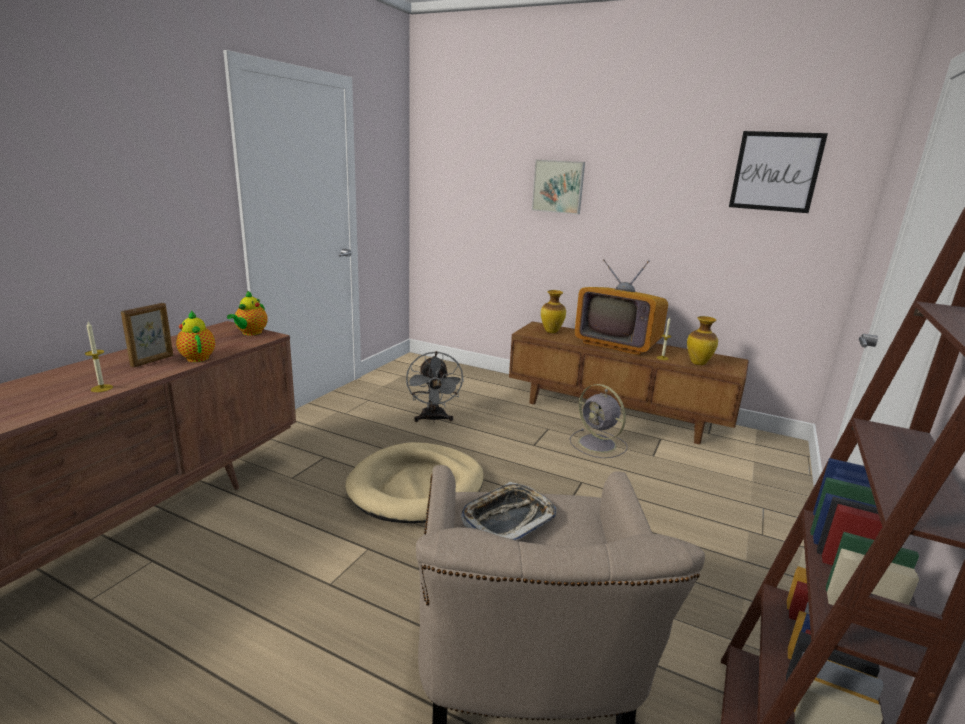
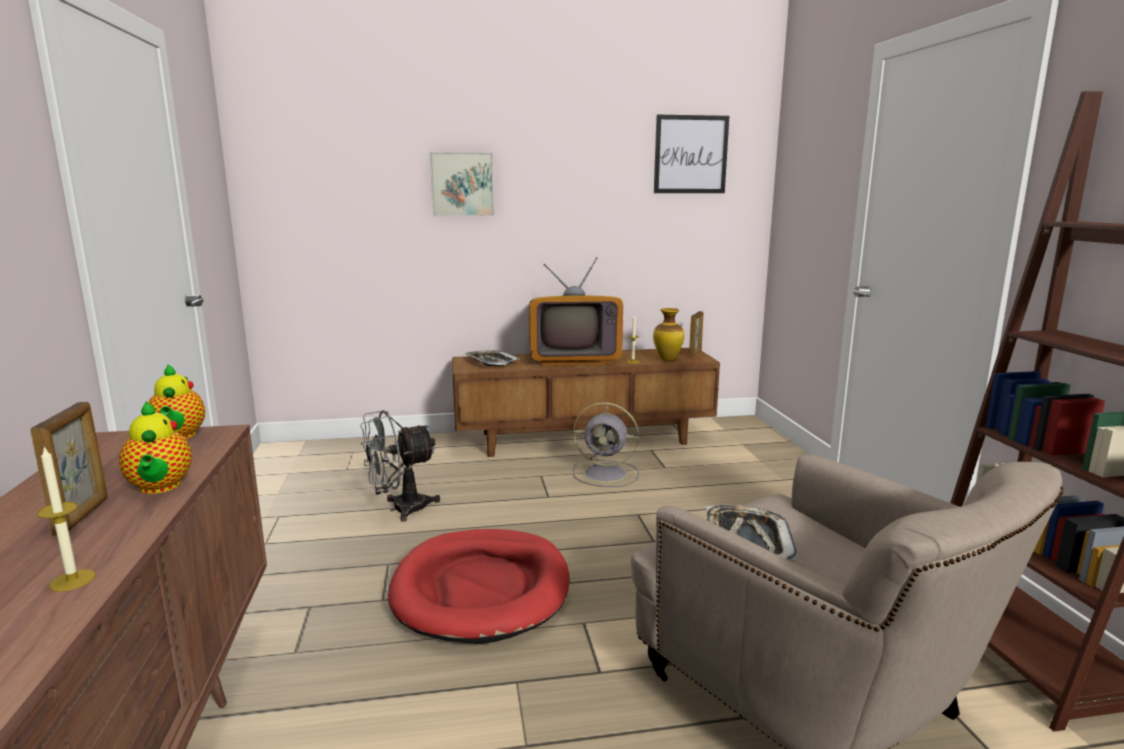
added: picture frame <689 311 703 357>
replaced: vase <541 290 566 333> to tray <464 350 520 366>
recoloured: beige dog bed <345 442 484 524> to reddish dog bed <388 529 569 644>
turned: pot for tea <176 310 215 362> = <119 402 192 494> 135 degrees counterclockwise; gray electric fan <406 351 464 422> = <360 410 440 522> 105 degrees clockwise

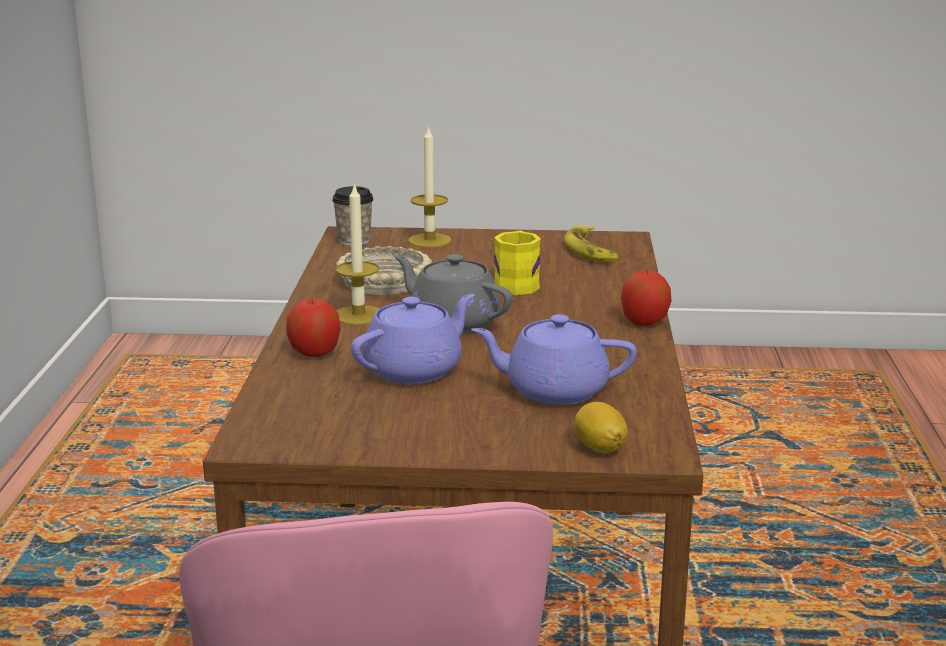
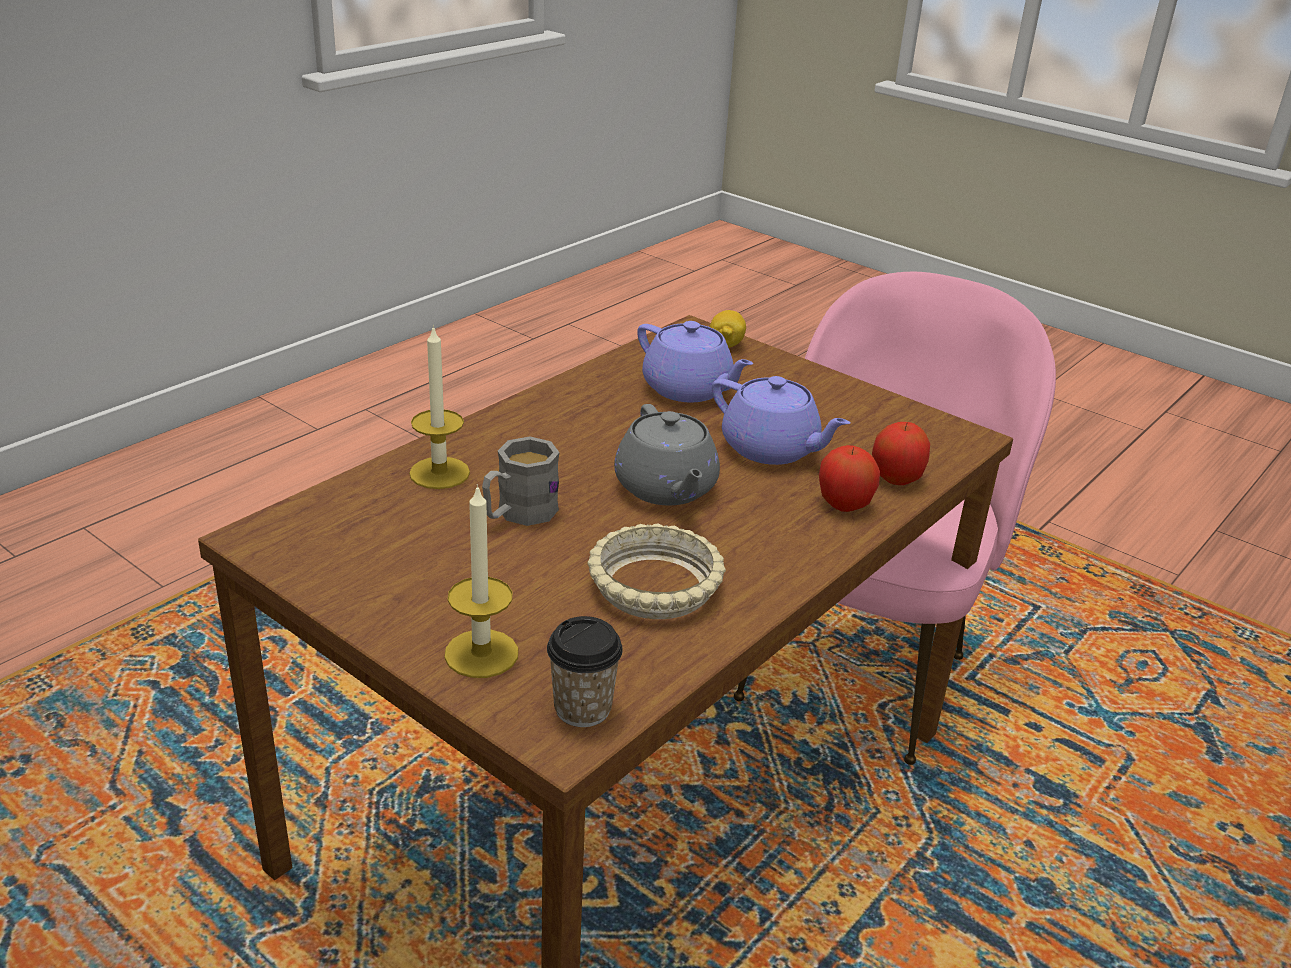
removed: banana fruit <564 226 618 262>
moved: candle <335 183 379 325> to <409 325 470 489>; apple <621 270 671 326> to <872 422 930 485>
recoloured: yellowish mug <494 230 541 295> to gray mug <482 437 560 526>
turned: purple-coloured pot for tea <351 294 475 384> = <712 376 851 465> 135 degrees counterclockwise

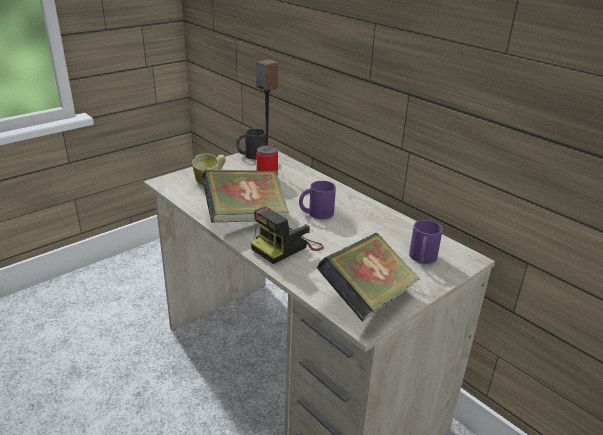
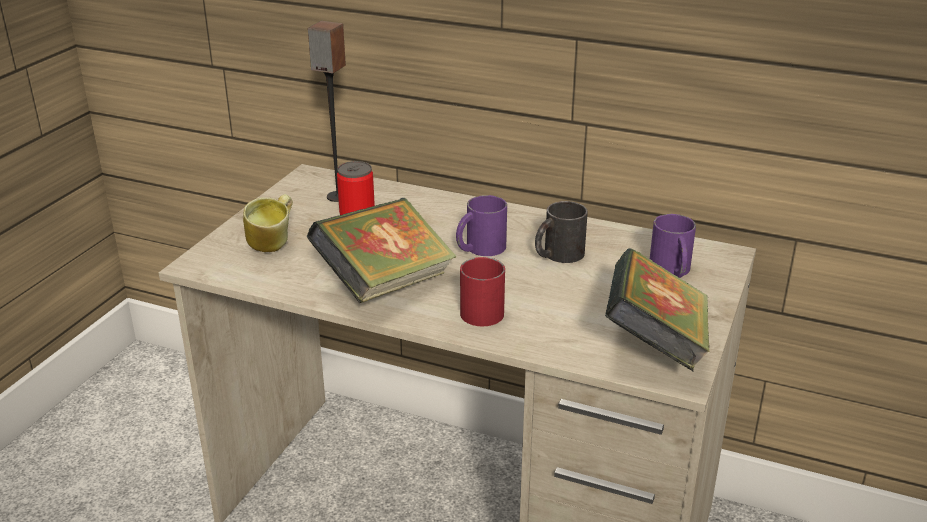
moved: black-coloured mug <236 128 266 160> to <535 201 588 263>
replaced: still camera <251 207 324 264> to reddish mug <460 257 505 326>

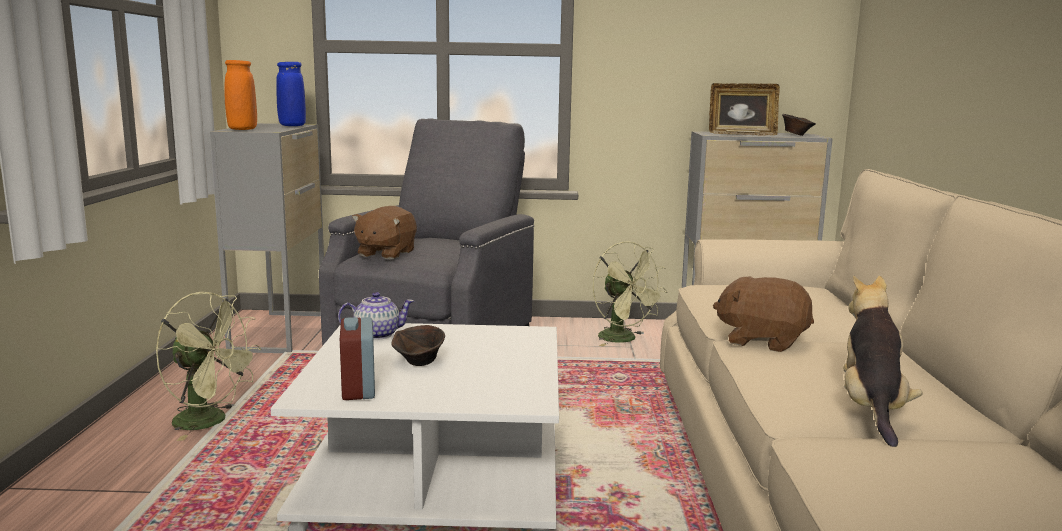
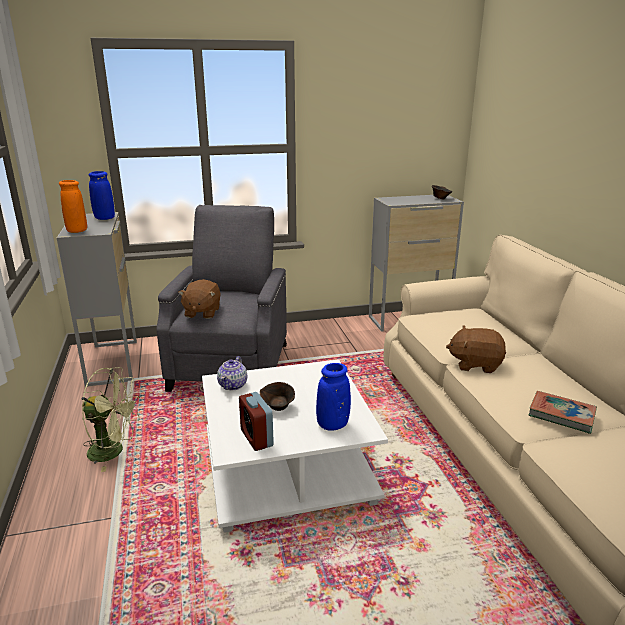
removed: green electric fan <593 241 667 346>; picture frame <709 83 780 136>
added: blue vase <316 363 351 431>
replaced: plush toy <843 275 923 447> to volume <529 391 597 434>
turned: pot for tea <338 292 414 340> = <217 356 247 390> 135 degrees clockwise

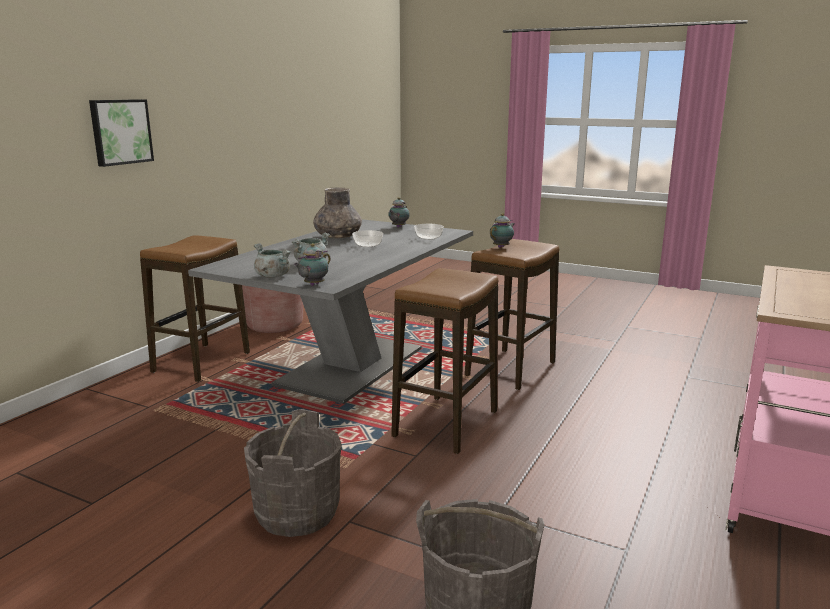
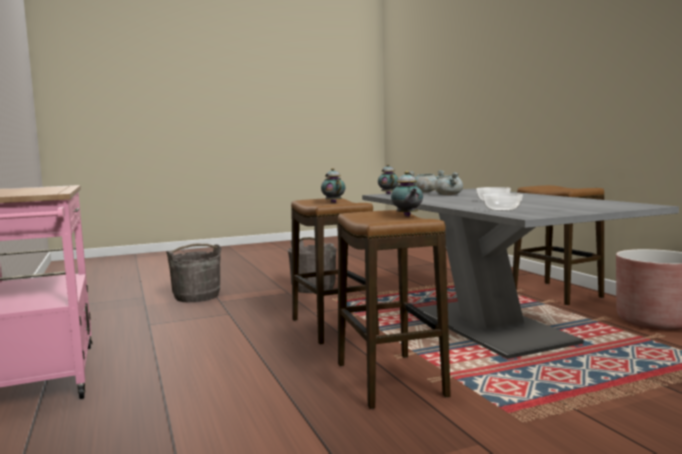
removed: wall picture <89 99 154 167>; gray vase <313 188 362 238>
moved: pot for tea <388 197 410 228> to <321 168 346 203>

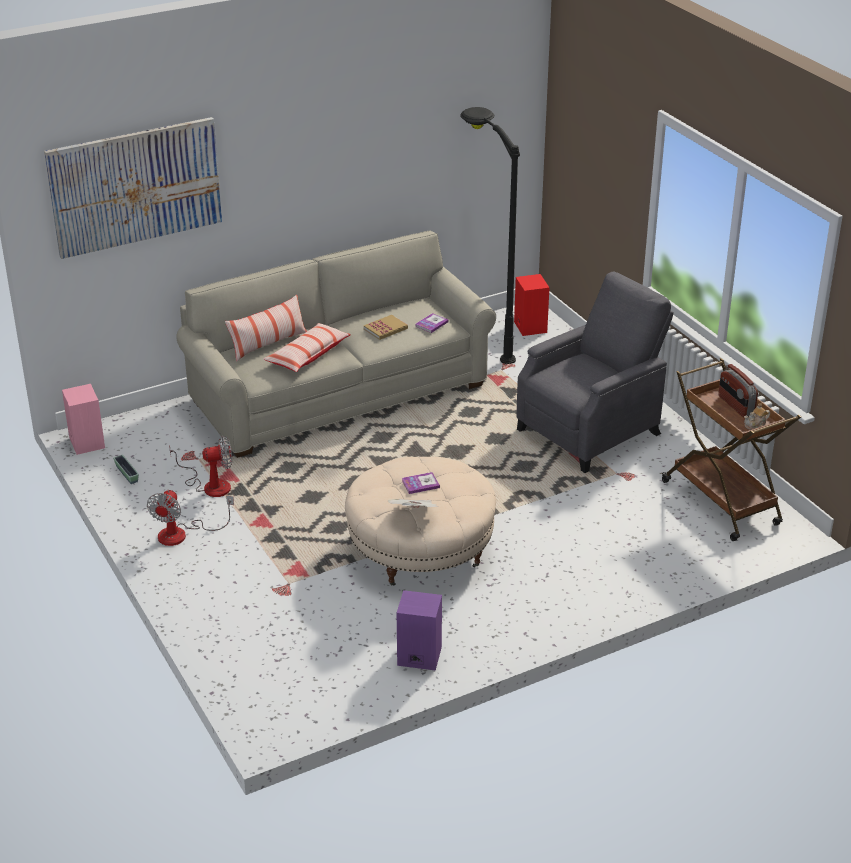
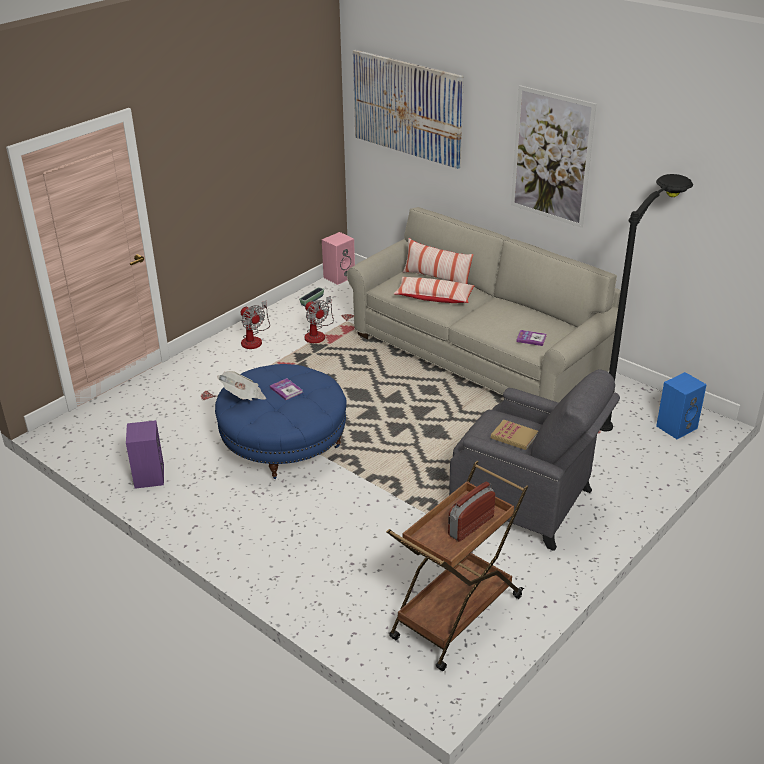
removed: pot for tea <744 403 770 430>
added: wall picture <511 85 597 228>
moved: volume <364 315 408 340> to <491 419 538 450>
recoloured: beige pouffe <345 457 496 586> to blue pouffe <215 364 347 479>; reddish loudspeaker <514 274 549 336> to blue loudspeaker <656 372 707 439>
turned: electric fan <147 489 234 546> = <241 301 270 349> 120 degrees counterclockwise

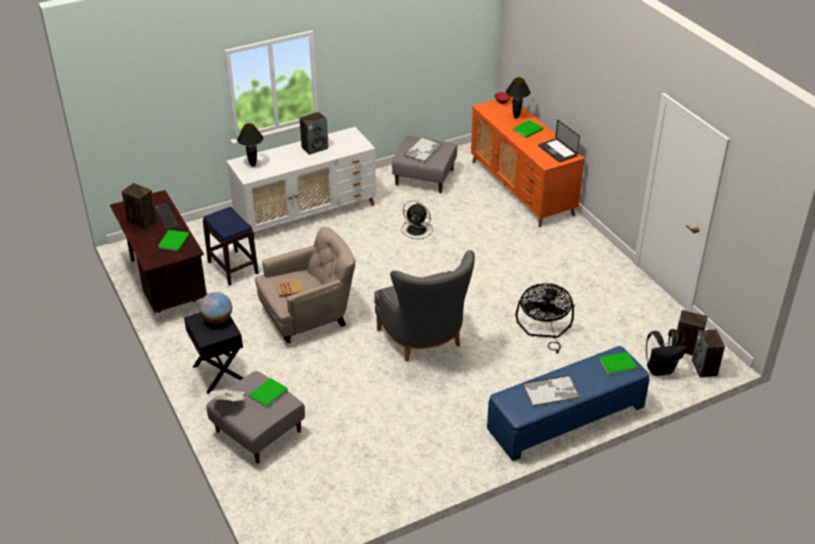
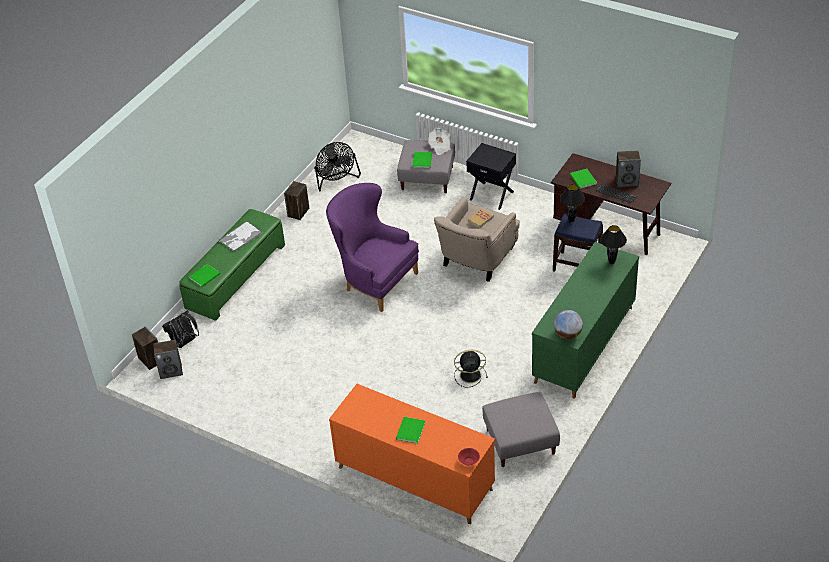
removed: tray <403 137 443 162>; notebook computer <538 120 580 162>
moved: world globe <200 292 232 324> to <554 310 583 339>; loudspeaker <299 112 328 155> to <284 181 309 220>; black-coloured tabletop lamp <506 77 531 118> to <560 184 585 222>; black-coloured electric fan <516 283 574 353> to <314 142 361 192>
recoloured: white-coloured chest of drawers <226 127 376 235> to green chest of drawers <532 242 639 399>; gray easy chair <374 250 475 362> to purple-coloured easy chair <326 183 419 312>; blue indoor bench <487 346 649 461> to green indoor bench <179 209 285 321>

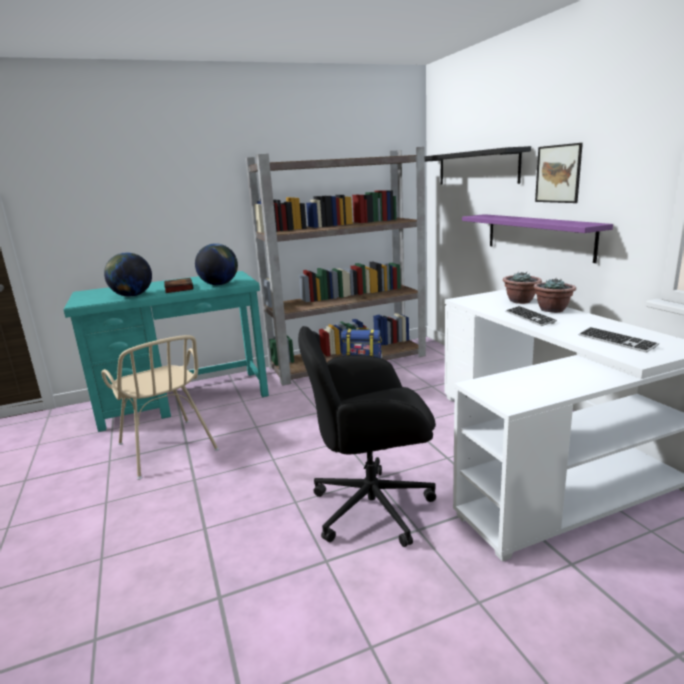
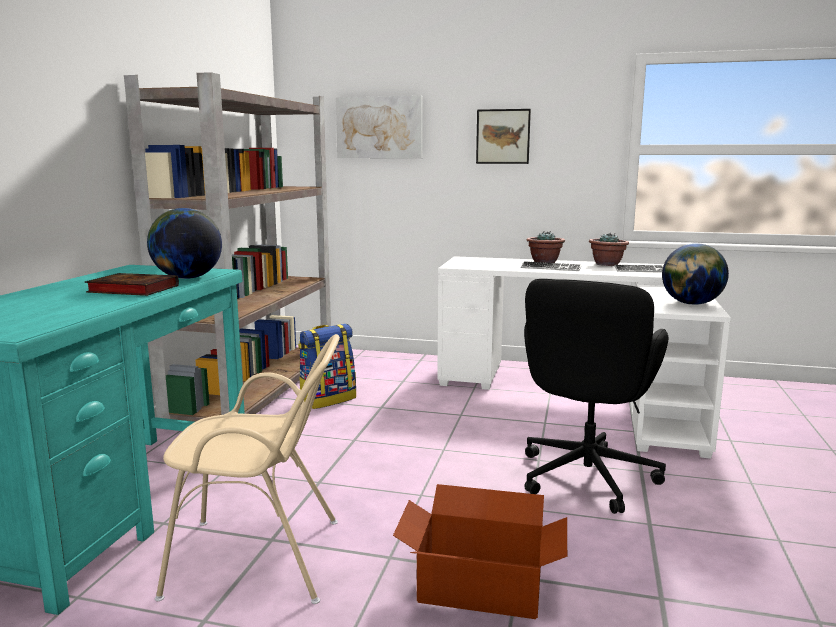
removed: purple-coloured shelf <462 214 613 263>
added: cardboard box <393 484 567 619>
moved: world globe <104 252 152 297> to <662 243 729 305>; potted plant <503 272 542 304> to <589 233 629 266>
replaced: black-coloured shelf <424 146 531 185> to wall picture <336 96 423 158>

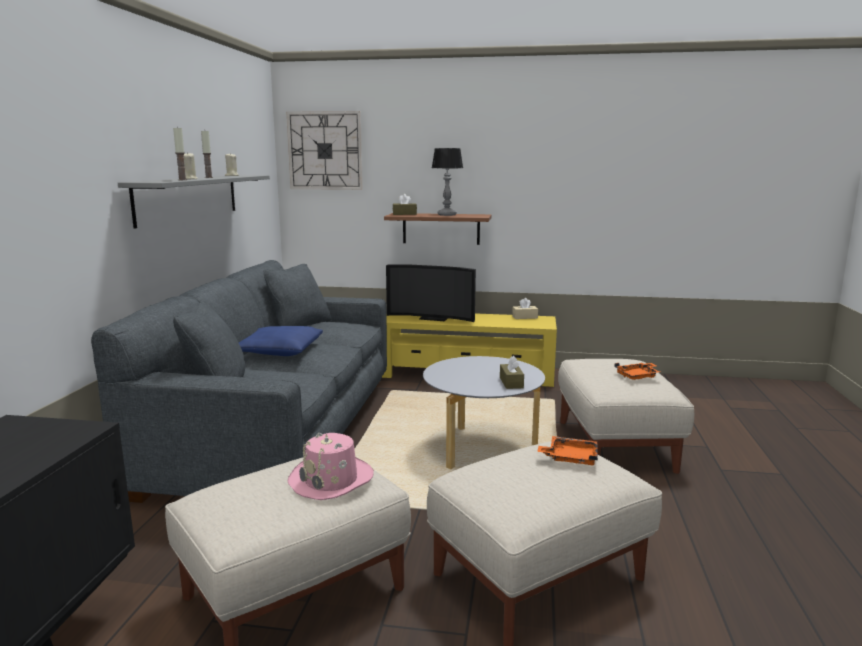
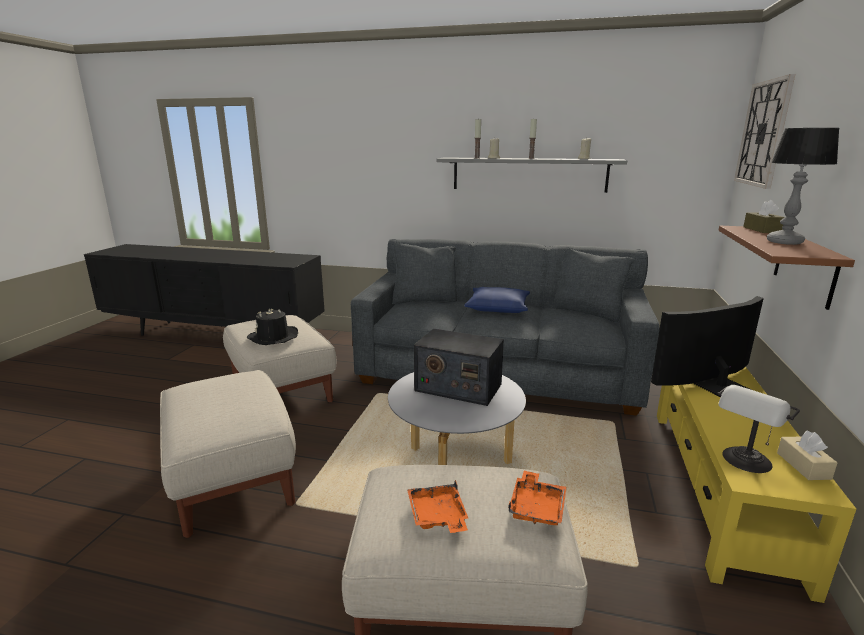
removed: brownish box of tissues <500 356 524 389>
added: radio <414 329 504 406>; tabletop lamp <717 385 800 473>
moved: orangey tray <537 436 598 465> to <508 471 566 525>
recoloured: pink-coloured hat <288 433 374 500> to black-coloured hat <247 309 298 345>
turned: television <386 264 476 322> = <651 296 764 397> 45 degrees clockwise

